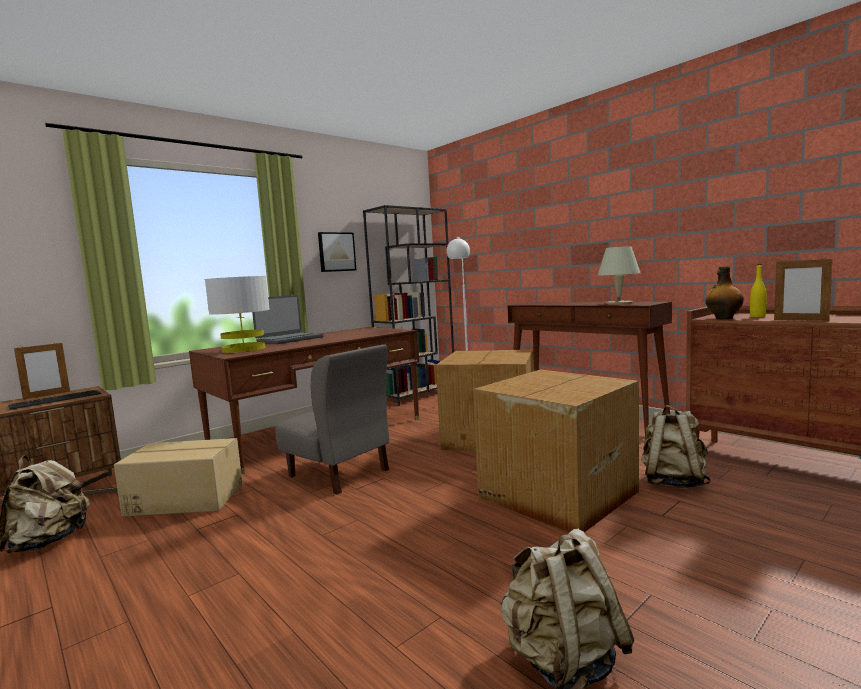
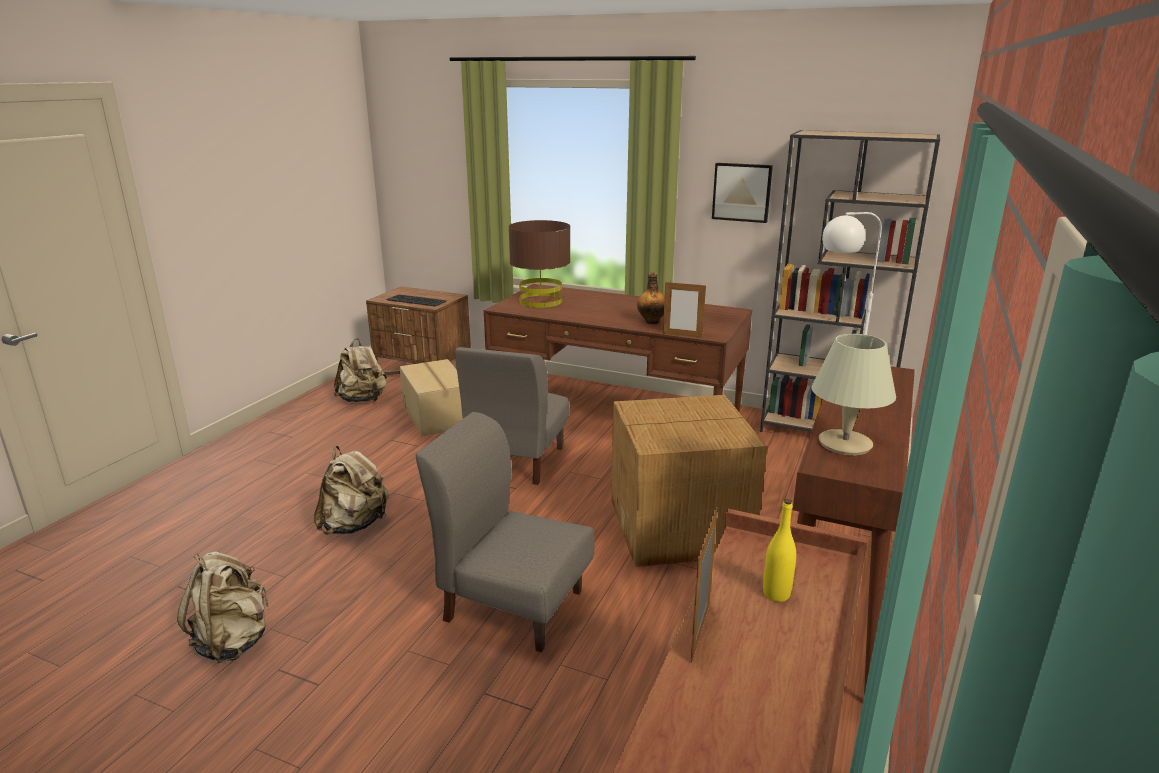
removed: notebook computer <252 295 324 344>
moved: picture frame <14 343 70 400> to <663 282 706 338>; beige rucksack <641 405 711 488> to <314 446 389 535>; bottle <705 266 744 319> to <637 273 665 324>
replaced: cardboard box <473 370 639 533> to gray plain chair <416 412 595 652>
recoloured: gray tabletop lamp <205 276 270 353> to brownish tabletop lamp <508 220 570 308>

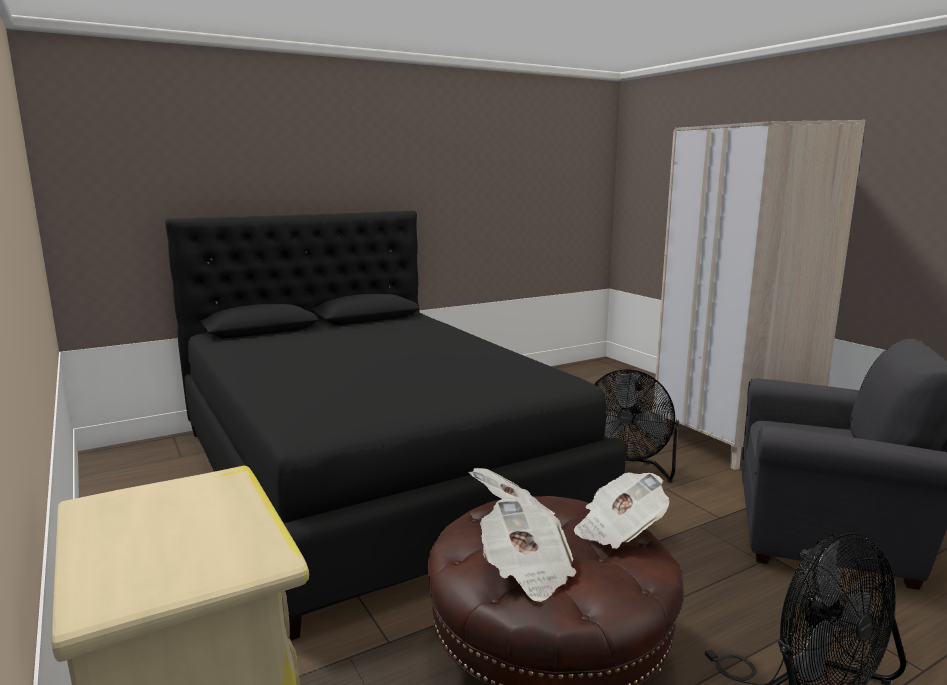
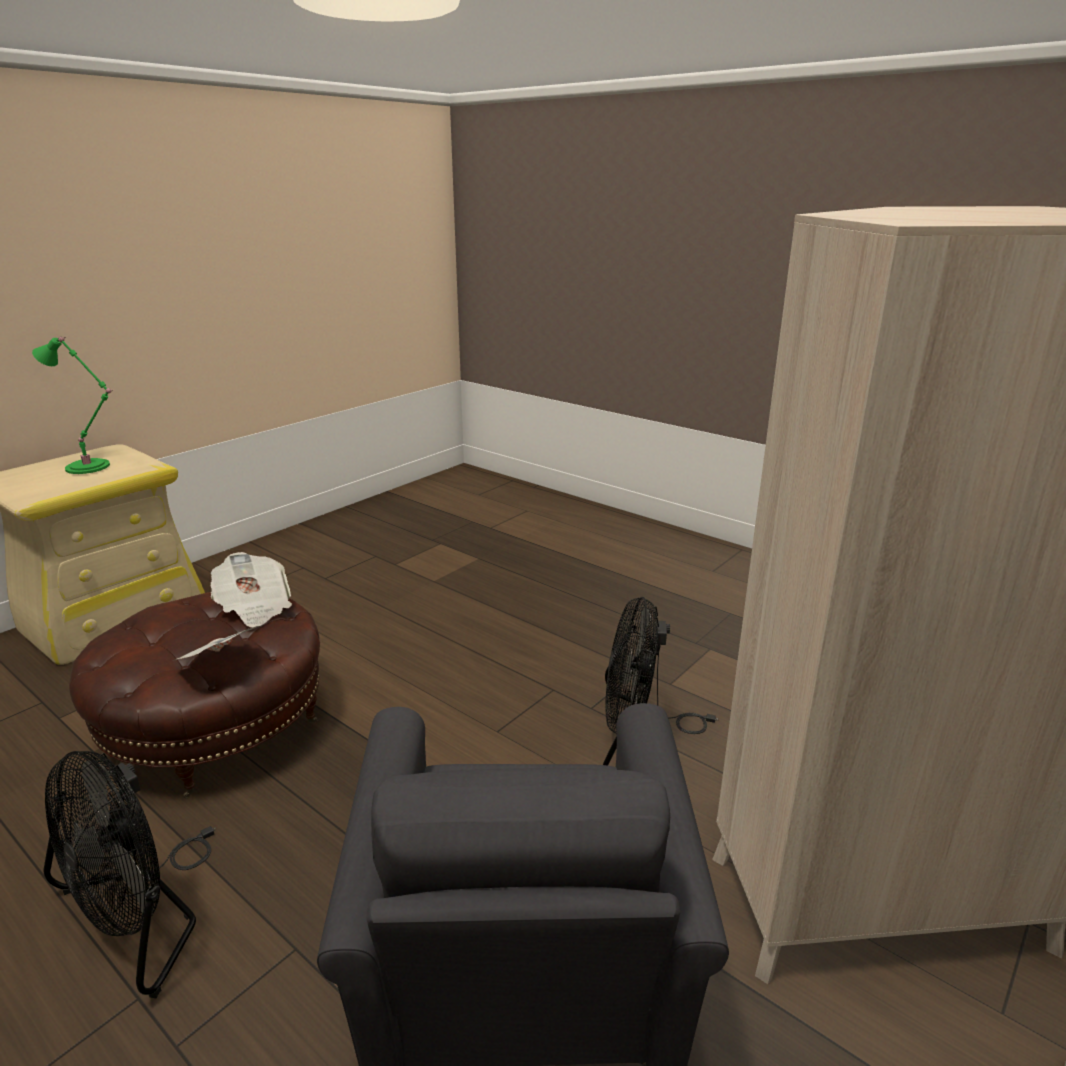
removed: black-coloured sleeping bed <165 211 627 640>; newspaper <480 498 576 602>
added: green tabletop lamp <32 337 112 474>

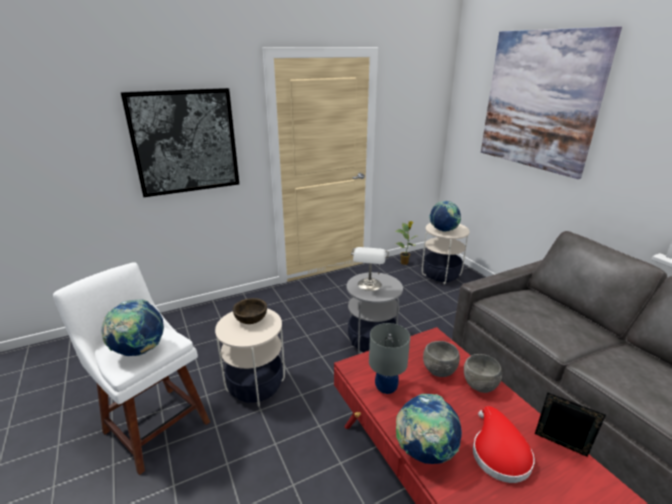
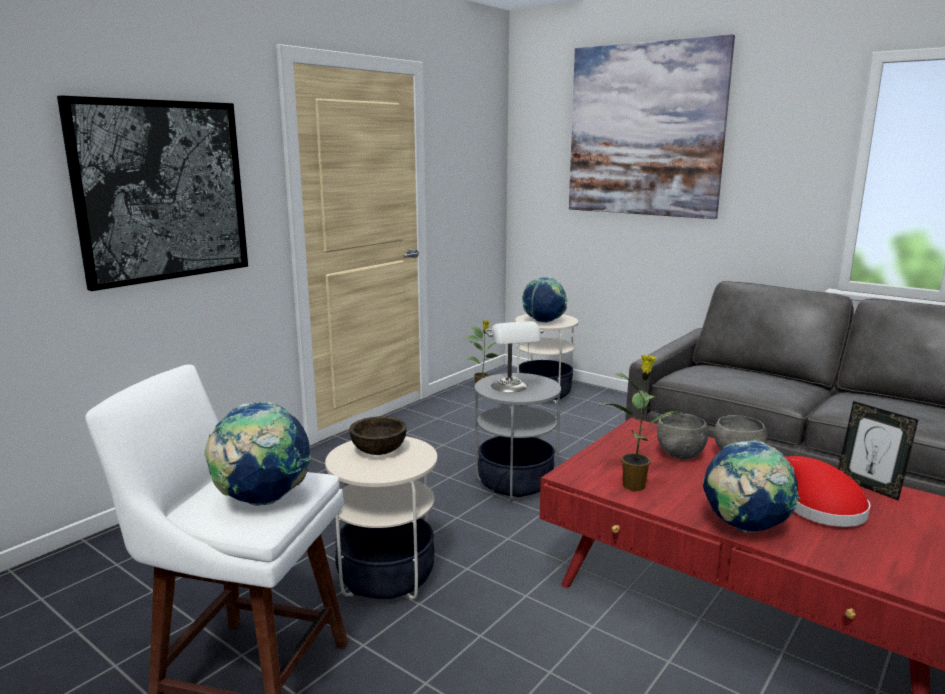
replaced: gray tabletop lamp <369 323 410 394> to potted plant <602 354 679 491>
turned: picture frame <535 392 606 457> = <838 401 918 501> 135 degrees counterclockwise

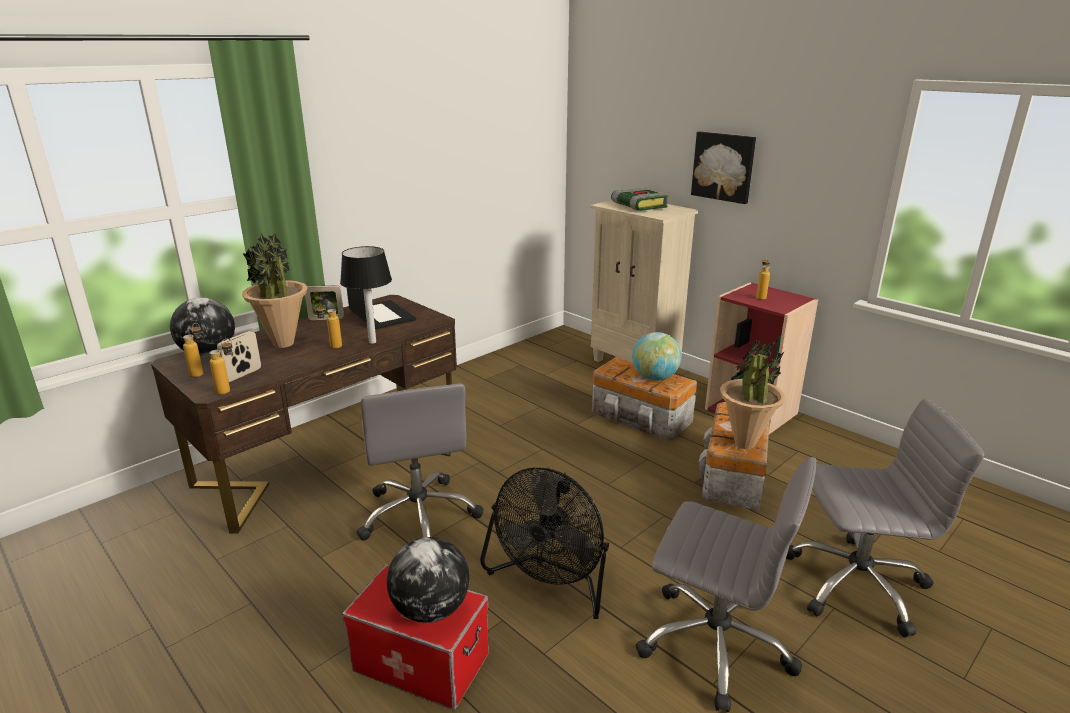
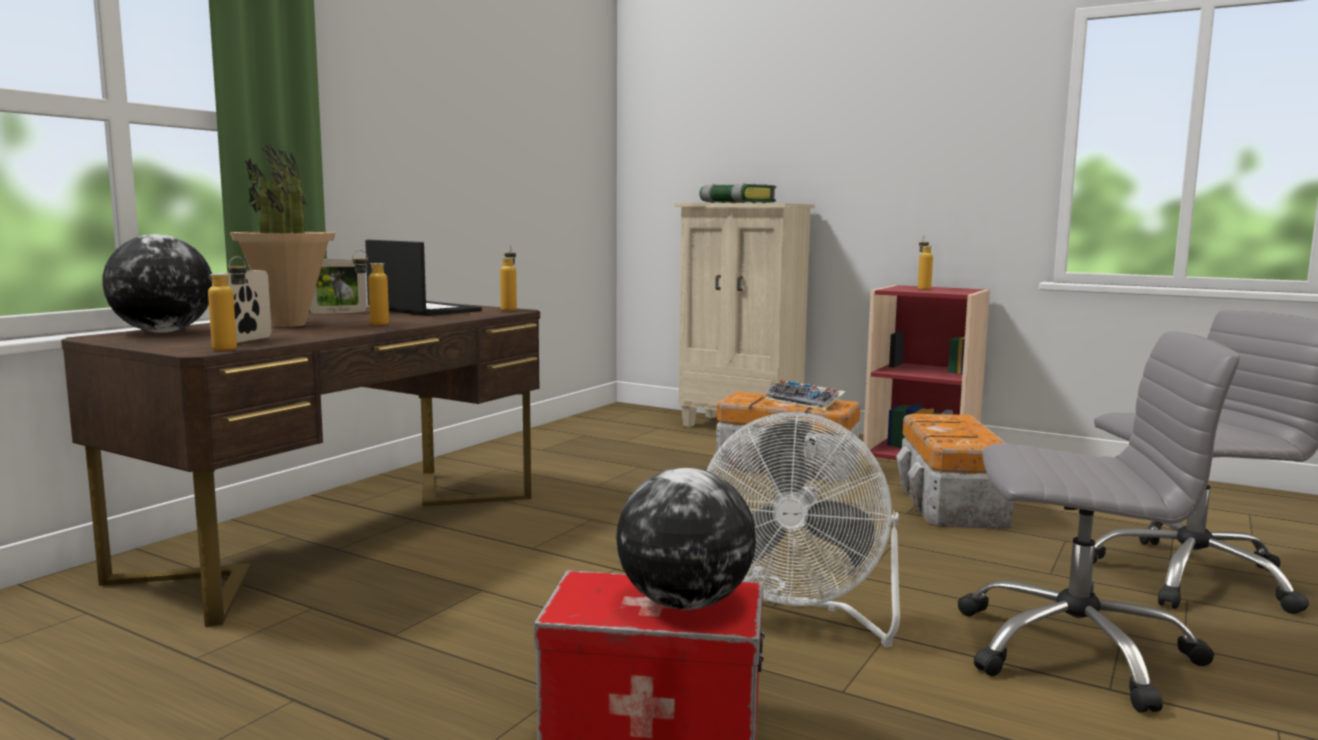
removed: tabletop lamp <340 246 392 344>; gray office chair <356 383 483 540>; wall picture <691 131 756 204>; potted plant <720 338 786 449>
moved: bottle <183 323 203 378> to <500 246 517 311>
replaced: world globe <632 332 681 381> to PC keyboard <764 379 846 410>
recoloured: black-coloured electric fan <480 467 609 619> to white-coloured electric fan <706 412 900 647>

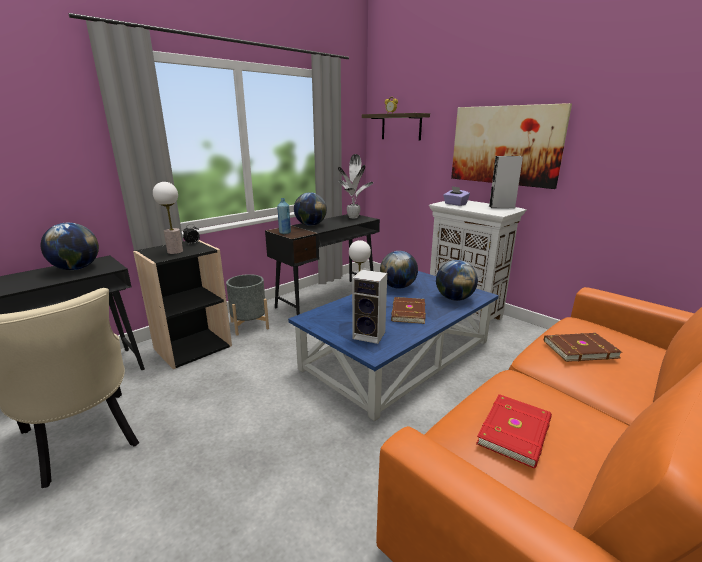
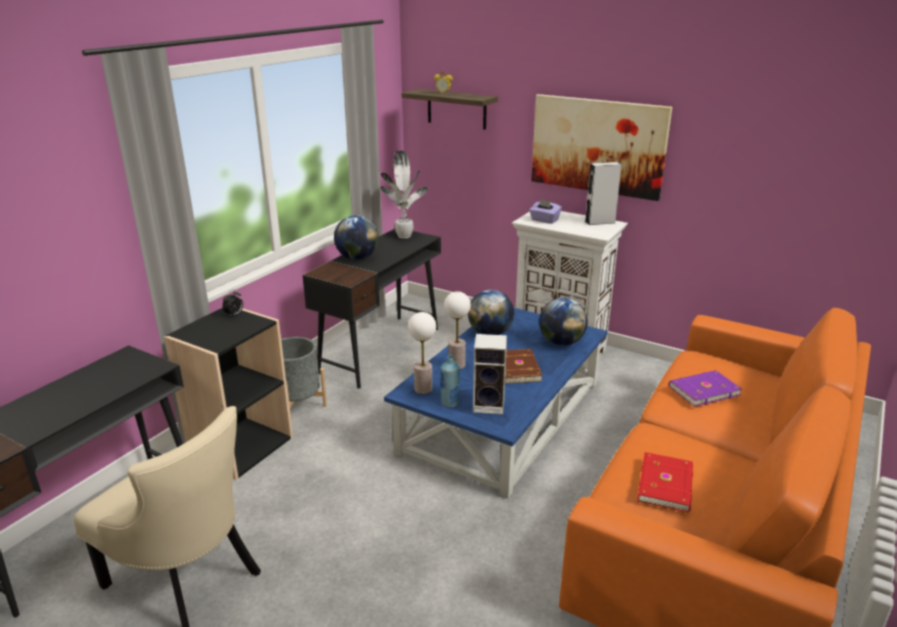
removed: world globe <41 223 99 270>
moved: tabletop lamp <153 182 183 254> to <408 312 436 394>; blue bottle <277 198 291 234> to <441 355 460 408>
recoloured: brownish volume <544 333 622 362> to purple-coloured volume <669 370 742 407>

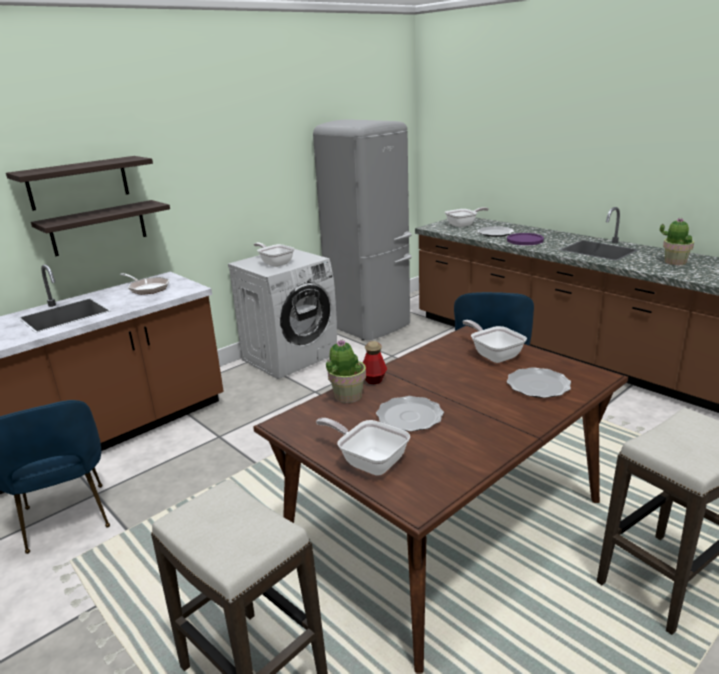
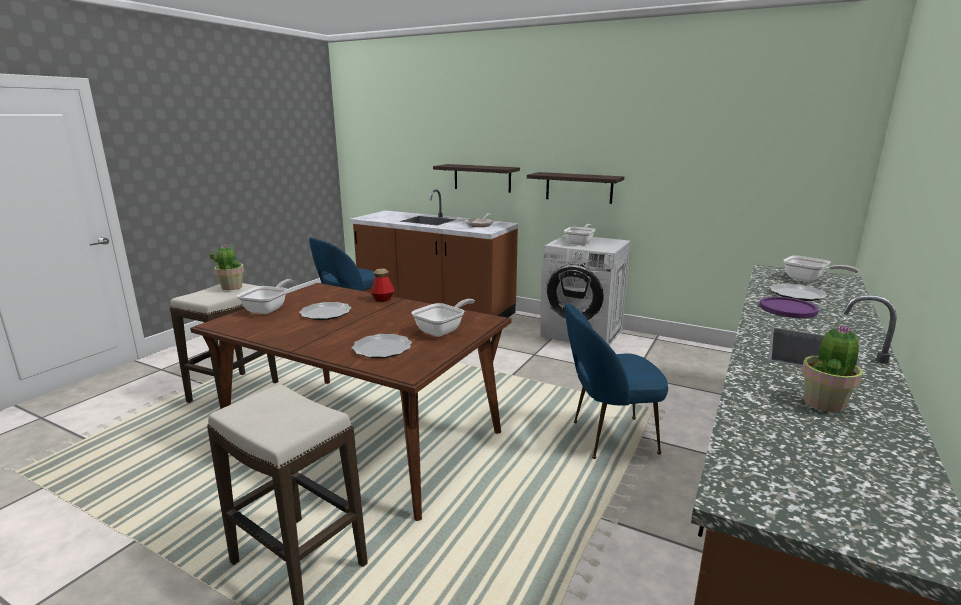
removed: gray refrigerator <313 119 412 341>
moved: shelf <6 156 153 211> to <527 172 624 204>; potted plant <326 339 366 403> to <210 244 244 290>

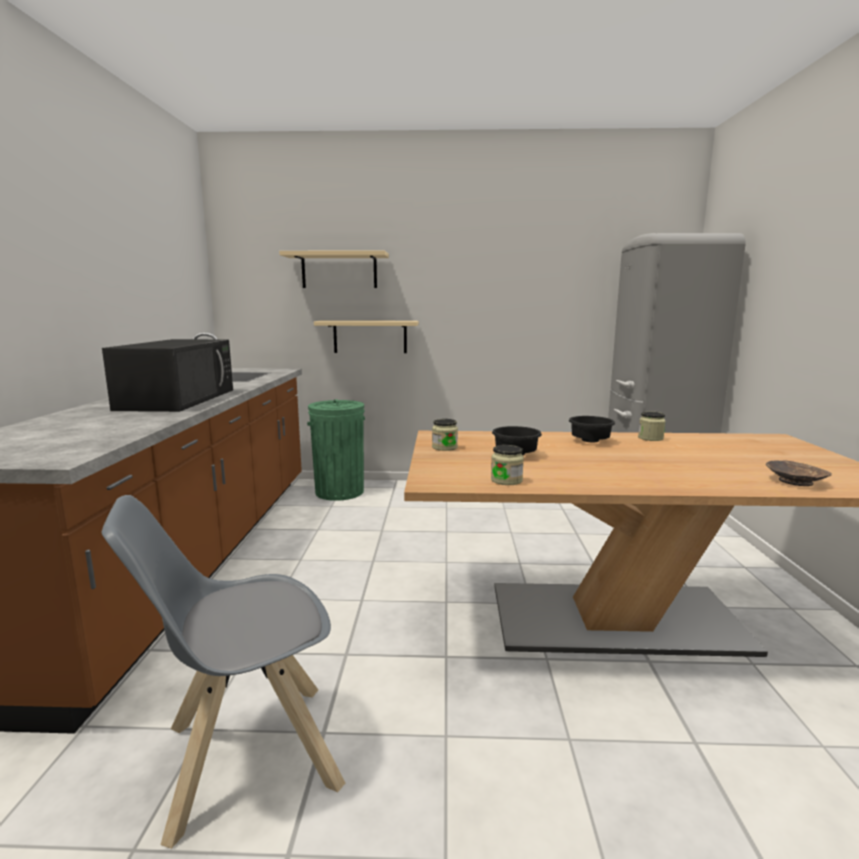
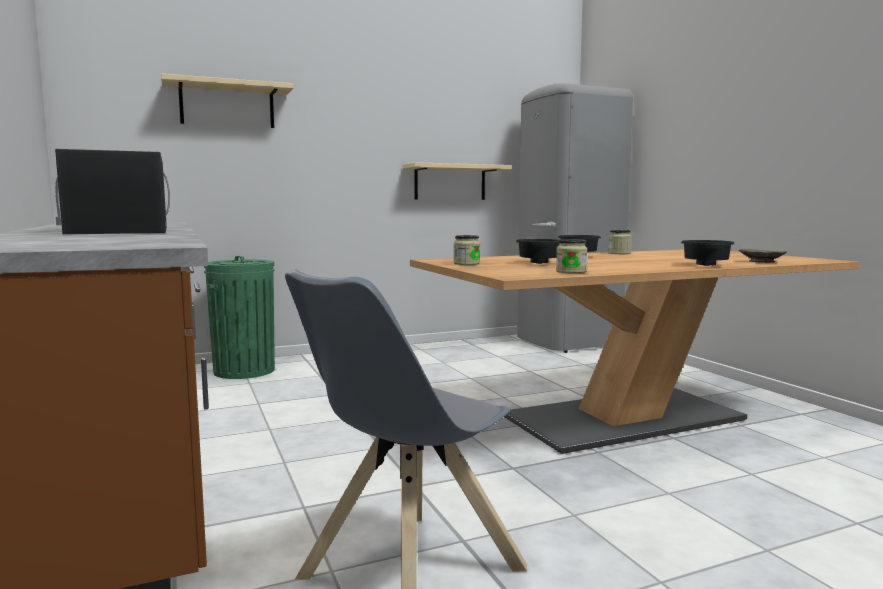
added: black-coloured bowl <681 240 734 266>
moved: beige shelf <314 320 419 353> to <402 162 511 200>

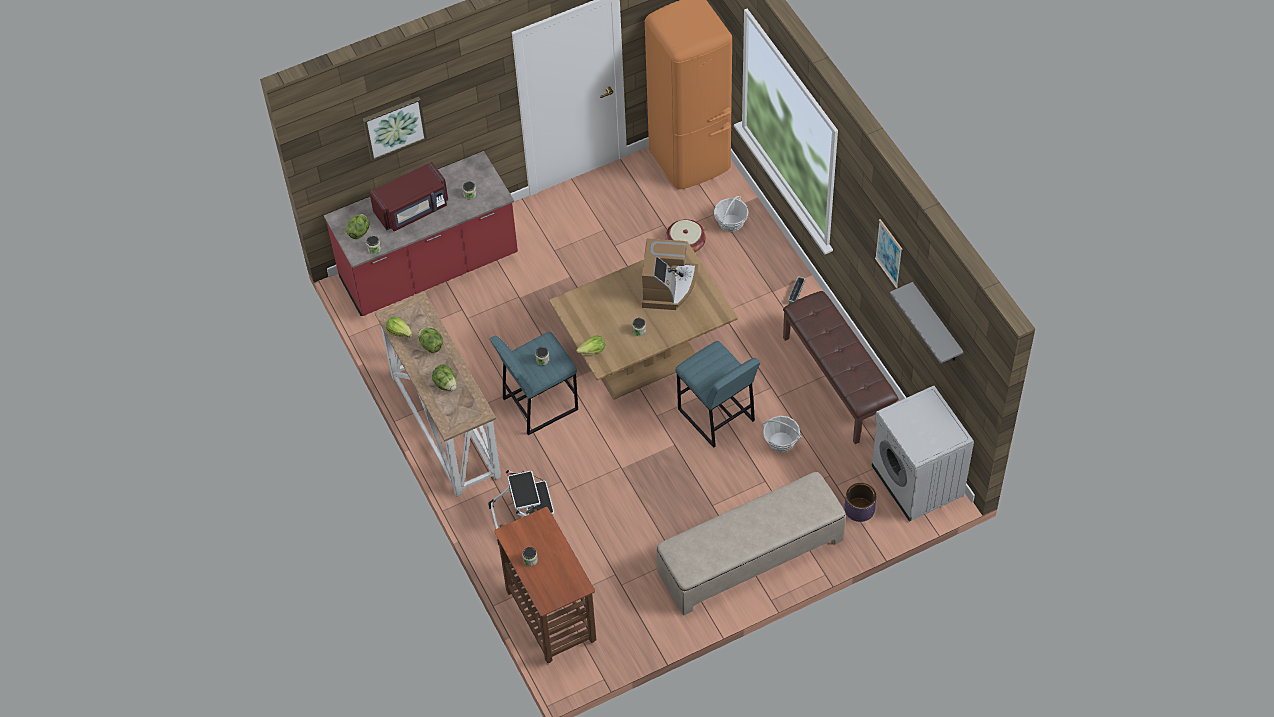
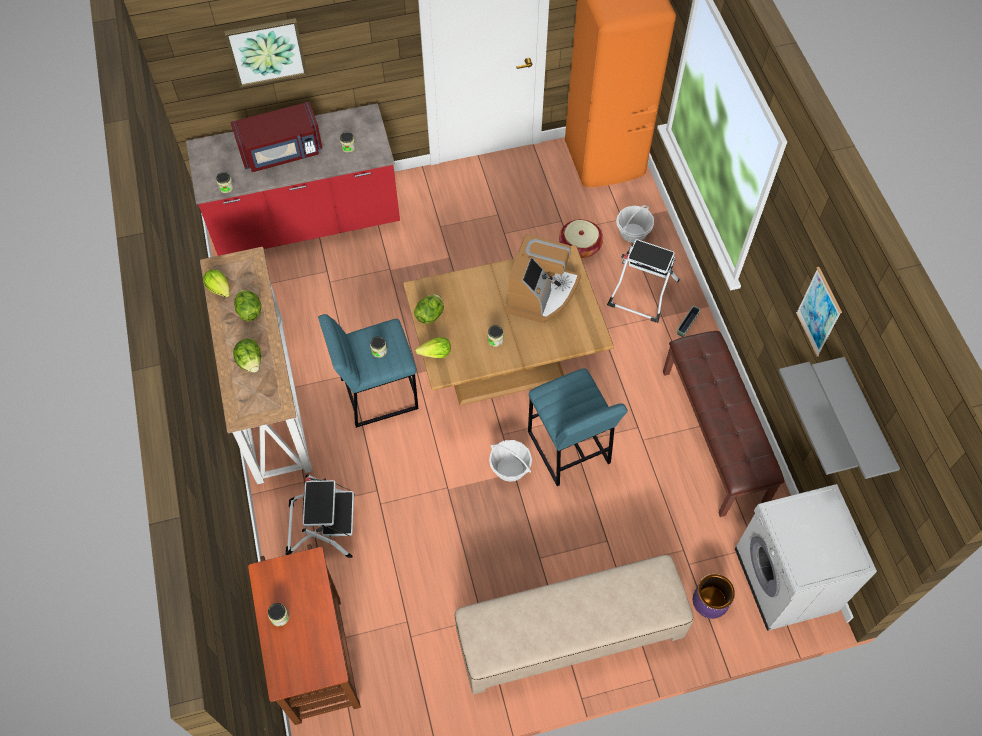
added: stepladder <607 239 680 323>; gray shelf <779 362 858 475>
moved: head of lettuce <346 214 369 239> to <414 294 444 324>; storage basket <762 416 802 452> to <489 440 532 482>

